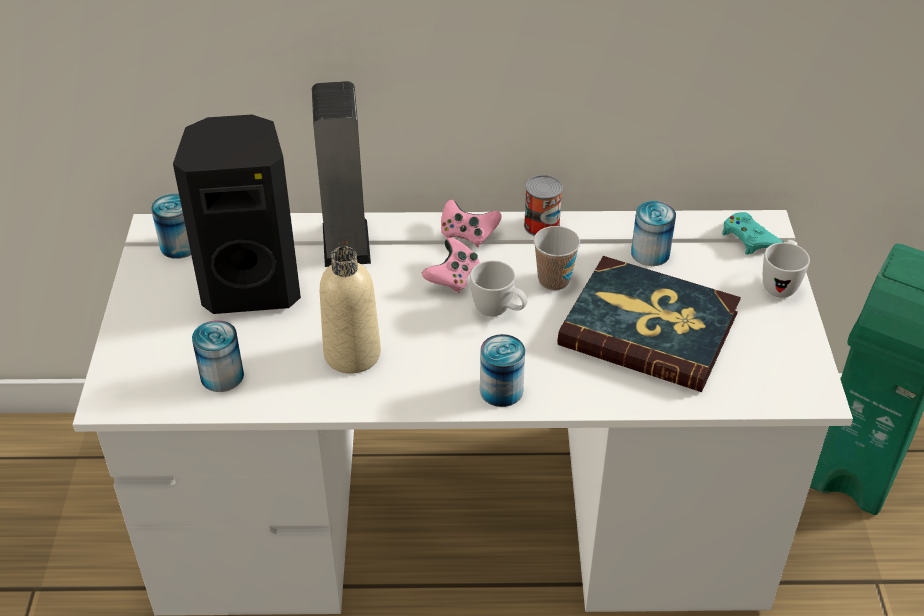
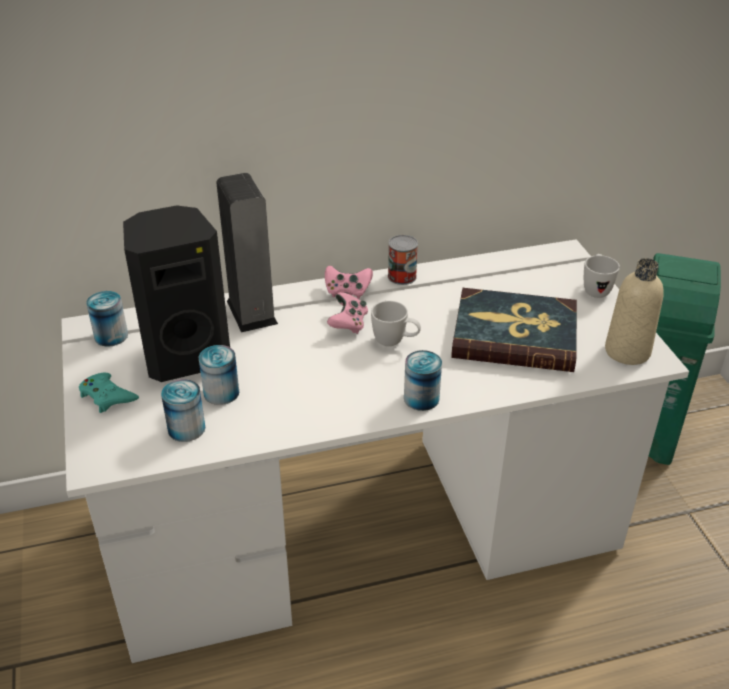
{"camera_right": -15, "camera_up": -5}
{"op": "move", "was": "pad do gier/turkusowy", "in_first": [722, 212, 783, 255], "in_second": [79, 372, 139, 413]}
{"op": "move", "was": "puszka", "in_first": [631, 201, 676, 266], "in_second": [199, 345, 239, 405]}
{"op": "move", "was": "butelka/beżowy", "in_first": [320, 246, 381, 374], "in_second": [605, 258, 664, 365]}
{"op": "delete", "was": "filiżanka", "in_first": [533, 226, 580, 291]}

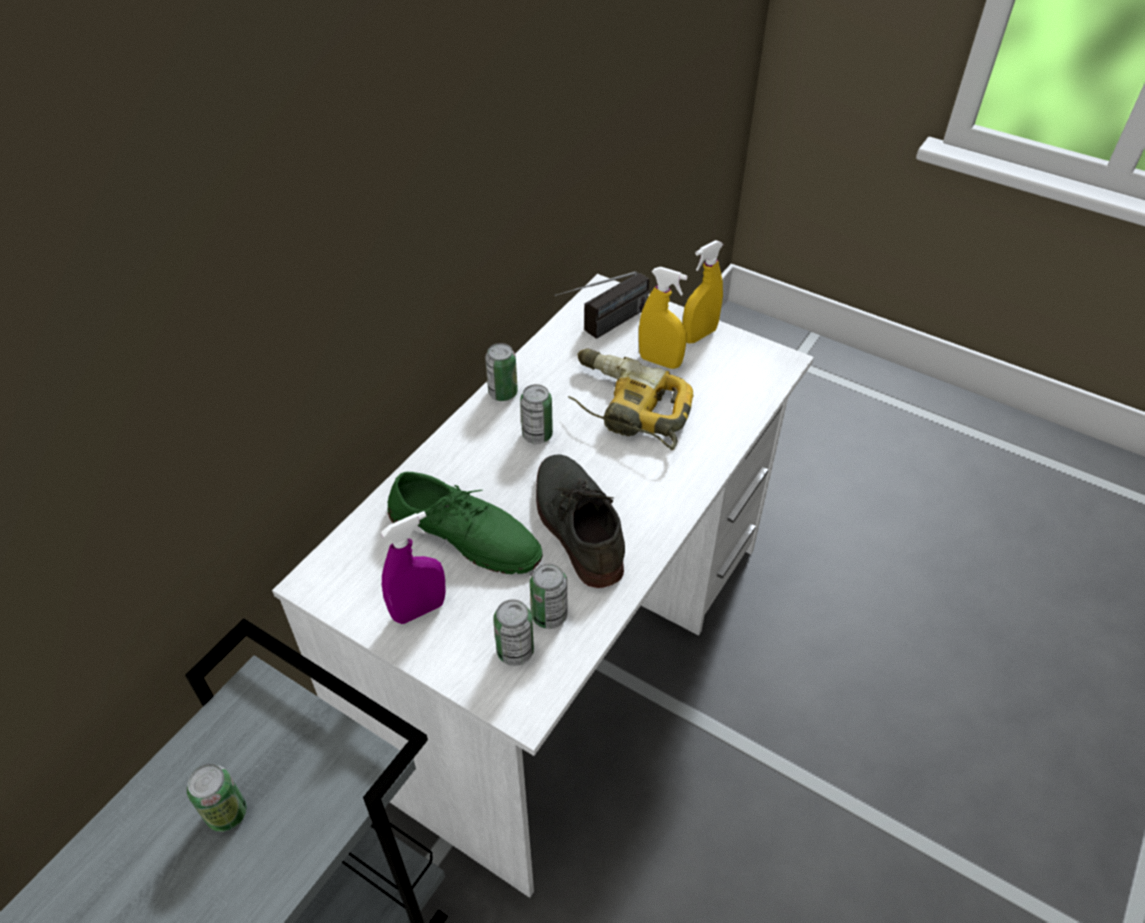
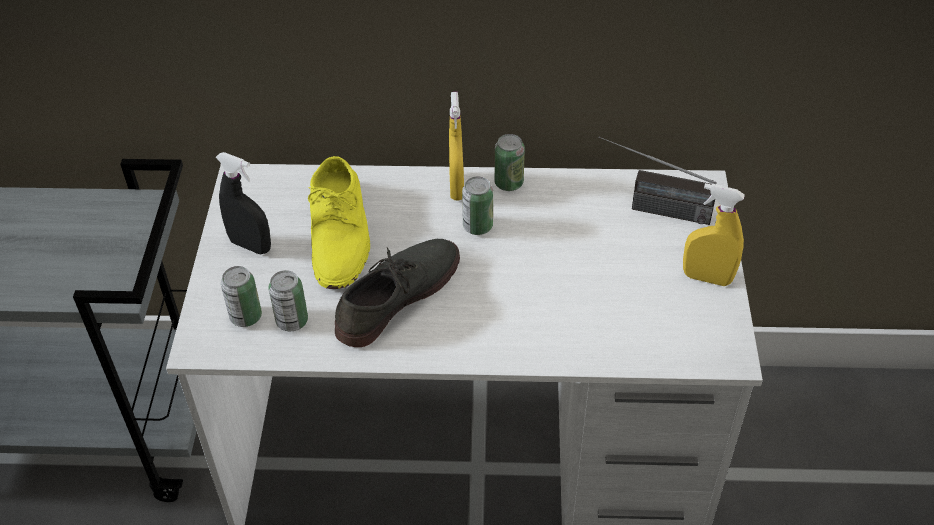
{"camera_right": 60, "camera_up": 0}
{"op": "recolor", "was": "spryskiwacz/fioletowy", "now": "spryskiwacz/czarny", "in_first": [381, 511, 446, 624], "in_second": [216, 152, 271, 254]}
{"op": "recolor", "was": "but/zielony", "now": "but/żółty", "in_first": [388, 472, 543, 574], "in_second": [308, 156, 370, 289]}
{"op": "move", "was": "spryskiwacz/żółty", "in_first": [639, 267, 687, 369], "in_second": [449, 92, 464, 201]}
{"op": "delete", "was": "puszka", "in_first": [187, 764, 247, 832]}
{"op": "delete", "was": "wiertarka", "in_first": [568, 349, 693, 450]}

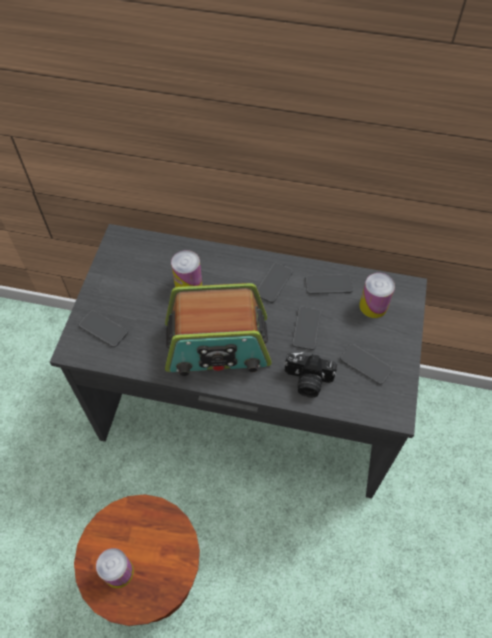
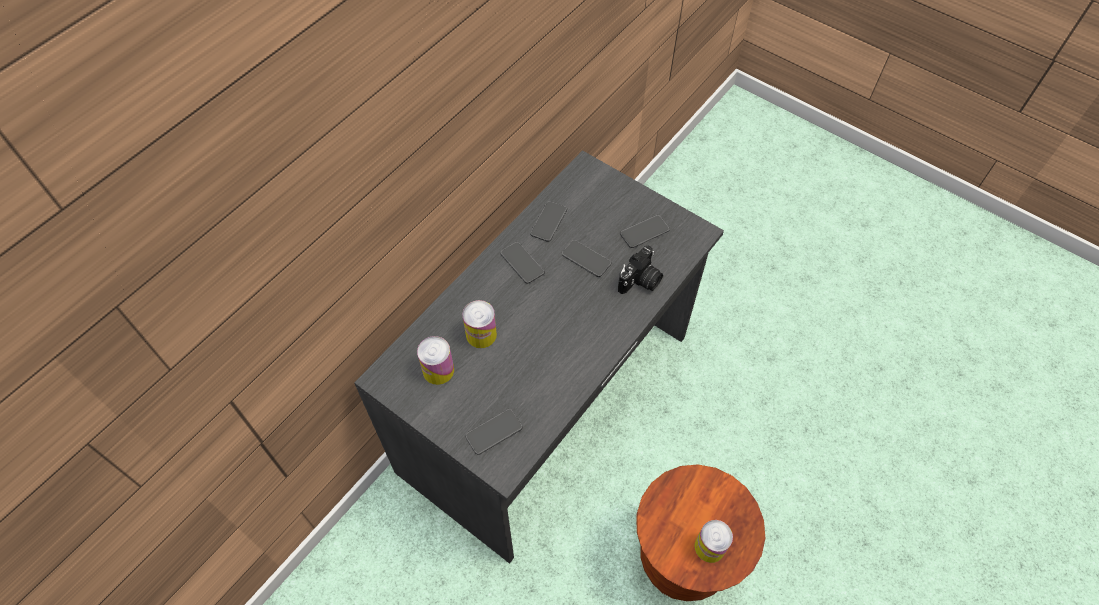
{"camera_right": -65, "camera_up": 0}
{"op": "move", "was": "puszka", "in_first": [359, 273, 395, 318], "in_second": [417, 336, 454, 385]}
{"op": "delete", "was": "radio", "in_first": [165, 283, 272, 376]}

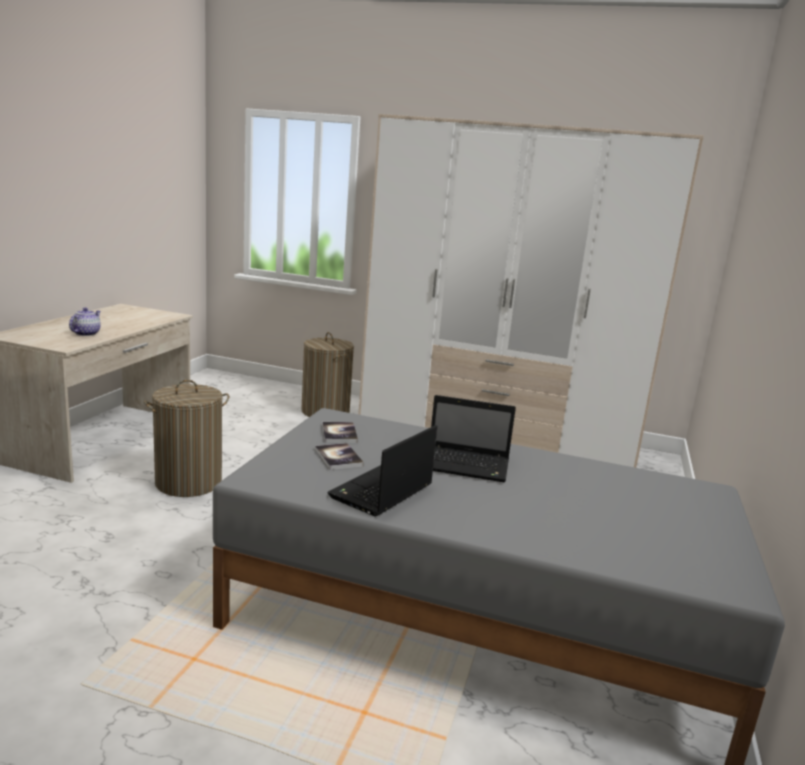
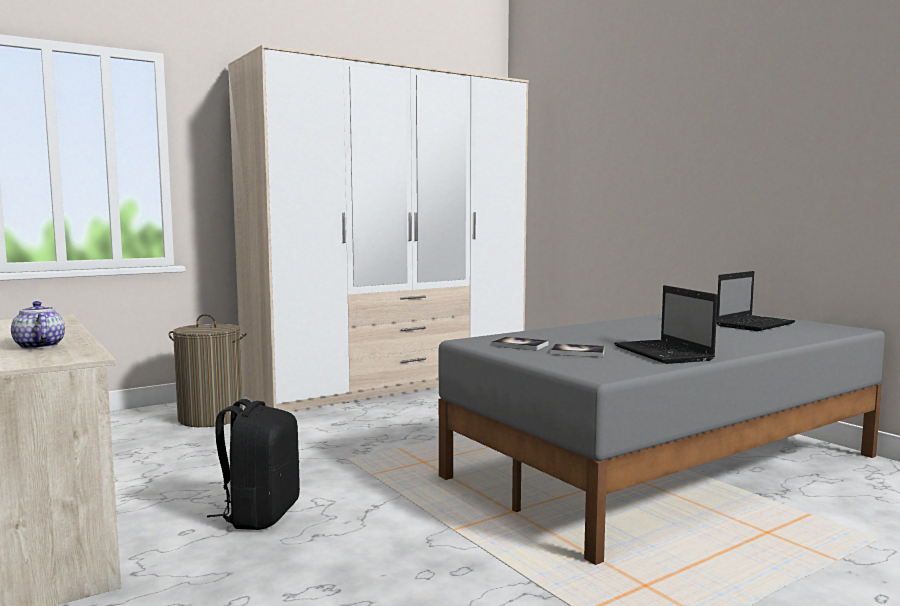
{"camera_right": -50, "camera_up": -10}
{"op": "replace", "was": "kosz na pranie", "now": "plecak/czarny", "in_first": [144, 380, 229, 497], "in_second": [207, 399, 300, 530]}
{"op": "move", "was": "laptop", "in_first": [431, 395, 516, 482], "in_second": [716, 271, 795, 331]}

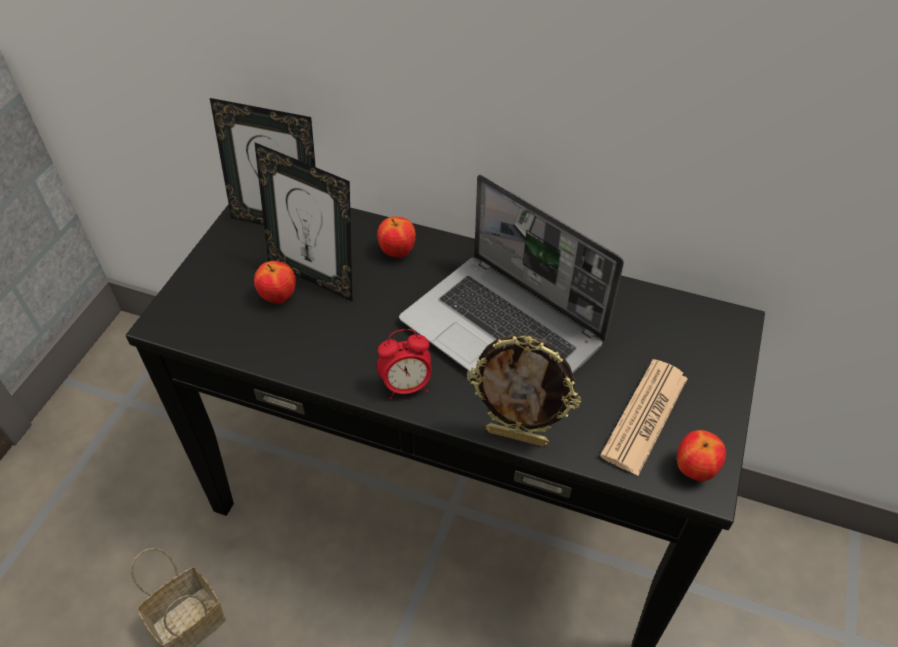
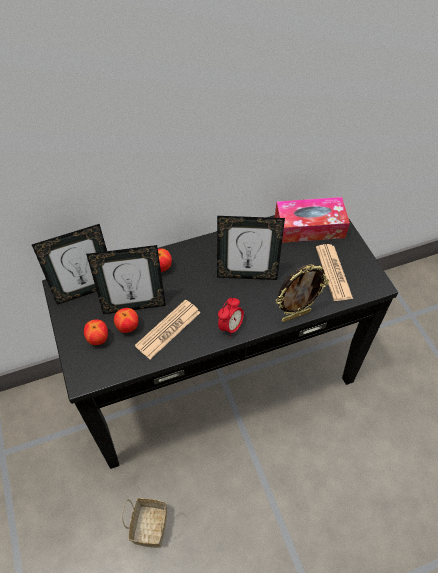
{"camera_right": -40, "camera_up": 5}
{"op": "move", "was": "jabłko", "in_first": [677, 430, 726, 481], "in_second": [84, 320, 108, 345]}
{"op": "insert", "now": "gazeta", "in_second": [135, 300, 200, 359]}
{"op": "replace", "was": "laptop", "now": "ramka na zdjęcie", "in_first": [399, 174, 624, 375], "in_second": [217, 216, 285, 280]}
{"op": "insert", "now": "pudełko chusteczek", "in_second": [275, 197, 350, 243]}

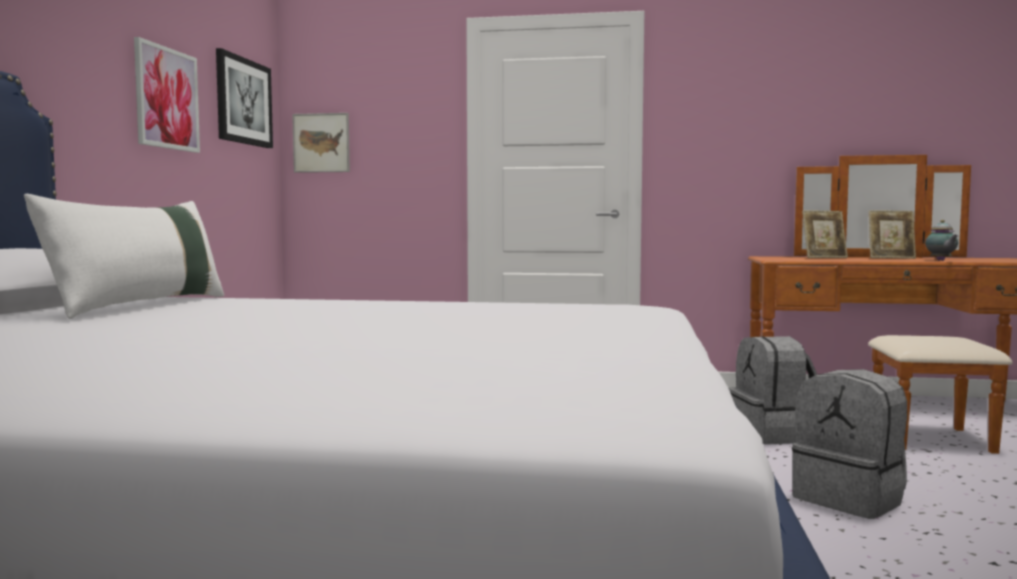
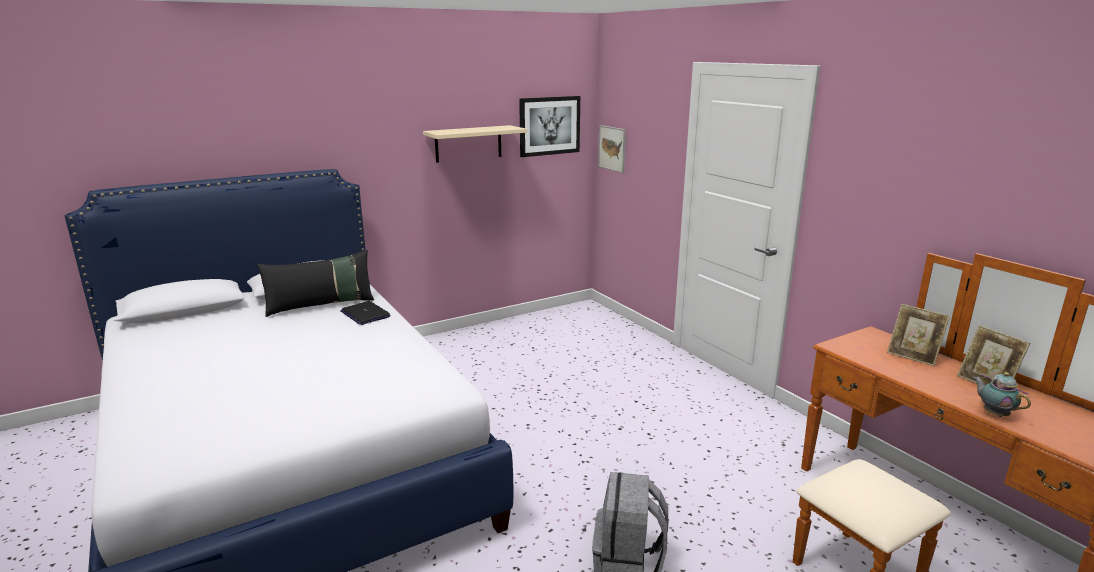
{"camera_right": 50, "camera_up": 15}
{"op": "recolor", "was": "poduszka/biały", "now": "poduszka/czarny", "in_first": [24, 194, 224, 319], "in_second": [257, 250, 374, 317]}
{"op": "insert", "now": "laptop", "in_second": [340, 301, 391, 325]}
{"op": "replace", "was": "obraz", "now": "półka/beżowy", "in_first": [134, 37, 200, 153], "in_second": [423, 125, 527, 163]}
{"op": "rotate", "was": "imbryk", "in_first": [925, 220, 958, 261], "in_second": [973, 372, 1031, 417], "clockwise": 105}
{"op": "delete", "was": "plecak/szary", "in_first": [729, 336, 817, 445]}

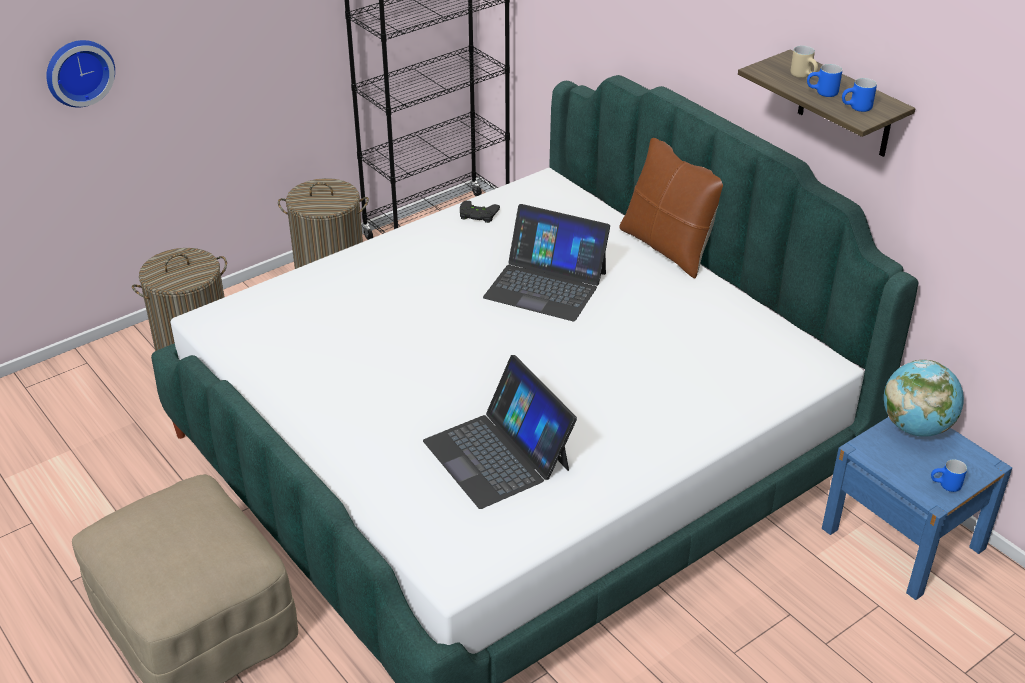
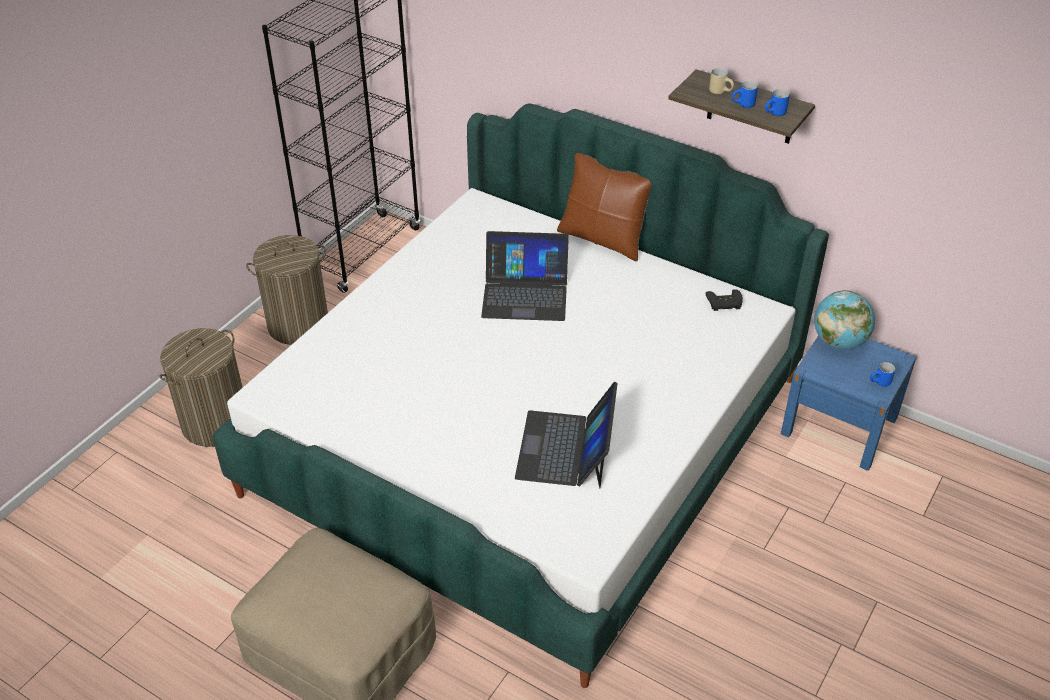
{"camera_right": -20, "camera_up": 5}
{"op": "rotate", "was": "laptop", "in_first": [423, 355, 577, 509], "in_second": [515, 382, 618, 489], "clockwise": 60}
{"op": "move", "was": "pad do gier/czarny", "in_first": [460, 201, 500, 223], "in_second": [706, 289, 743, 311]}
{"op": "delete", "was": "zegar ścienny", "in_first": [46, 40, 115, 108]}

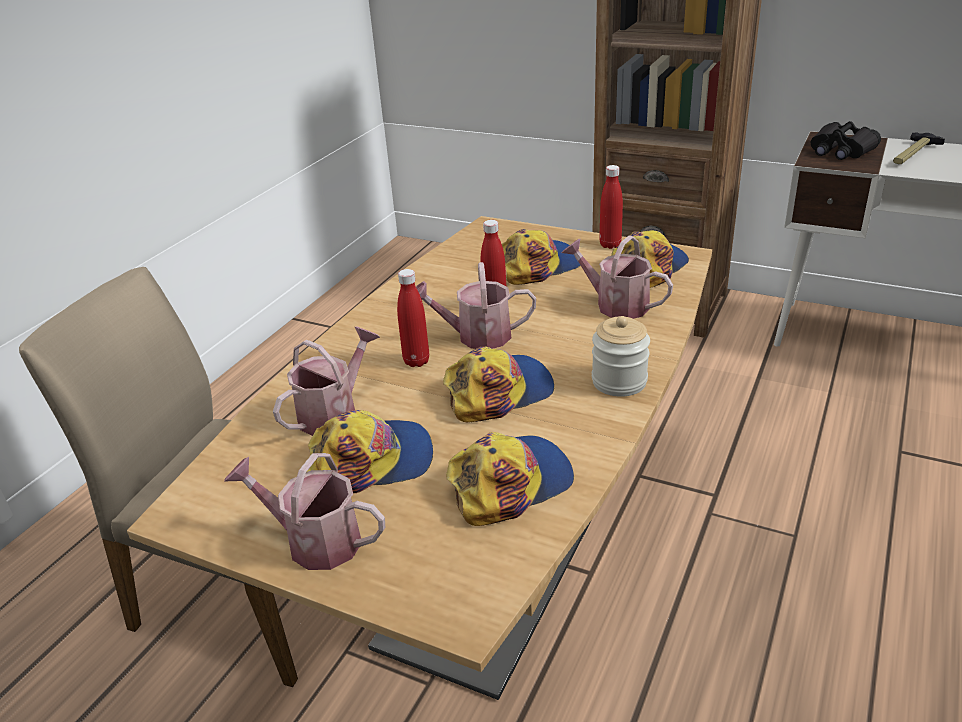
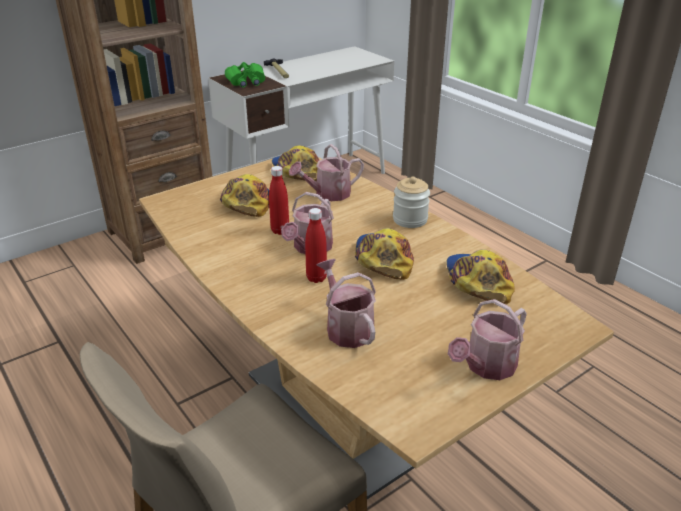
{"camera_right": -65, "camera_up": 0}
{"op": "recolor", "was": "lornetka/czarny", "now": "lornetka/zielony", "in_first": [811, 121, 881, 160], "in_second": [225, 62, 265, 88]}
{"op": "delete", "was": "czapka z daszkiem", "in_first": [307, 410, 433, 493]}
{"op": "delete", "was": "butelka/czerwony", "in_first": [599, 165, 623, 249]}

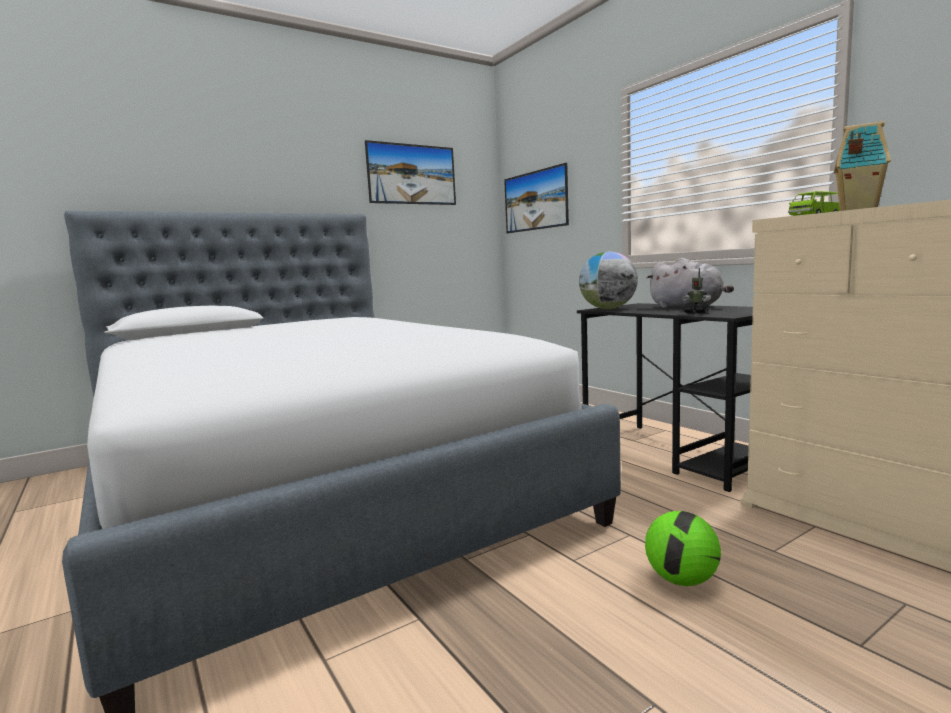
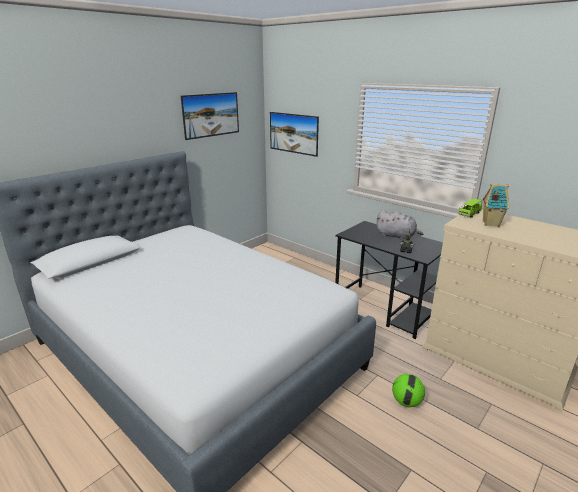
{"camera_right": -15, "camera_up": 15}
{"op": "delete", "was": "globus", "in_first": [579, 252, 638, 309]}

